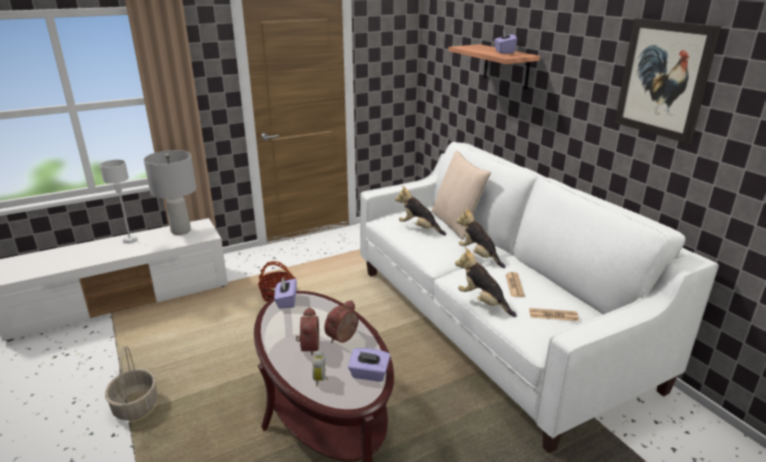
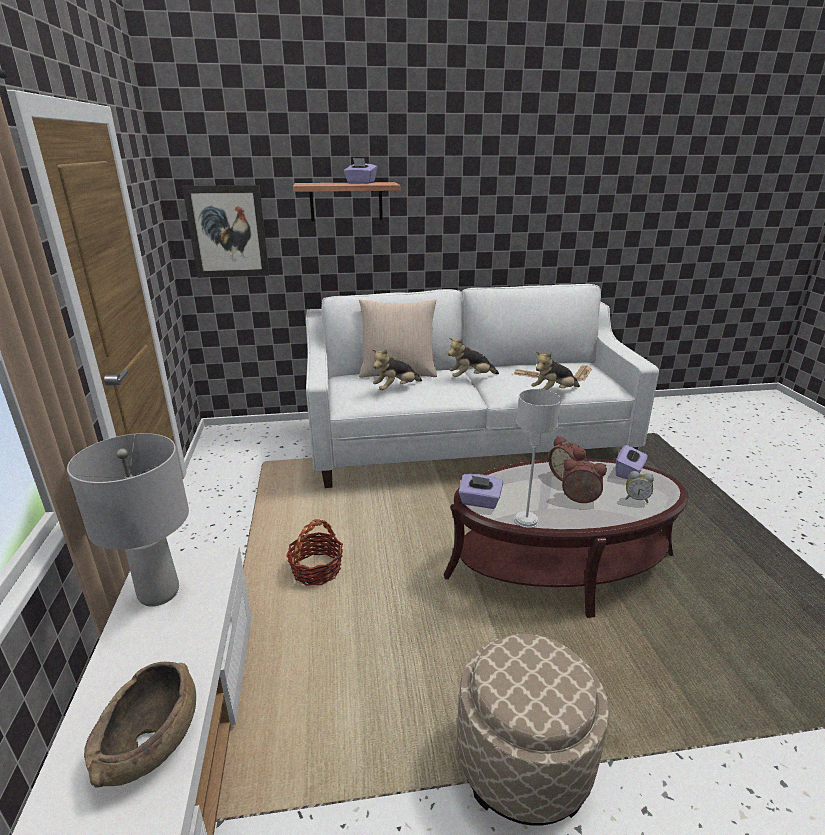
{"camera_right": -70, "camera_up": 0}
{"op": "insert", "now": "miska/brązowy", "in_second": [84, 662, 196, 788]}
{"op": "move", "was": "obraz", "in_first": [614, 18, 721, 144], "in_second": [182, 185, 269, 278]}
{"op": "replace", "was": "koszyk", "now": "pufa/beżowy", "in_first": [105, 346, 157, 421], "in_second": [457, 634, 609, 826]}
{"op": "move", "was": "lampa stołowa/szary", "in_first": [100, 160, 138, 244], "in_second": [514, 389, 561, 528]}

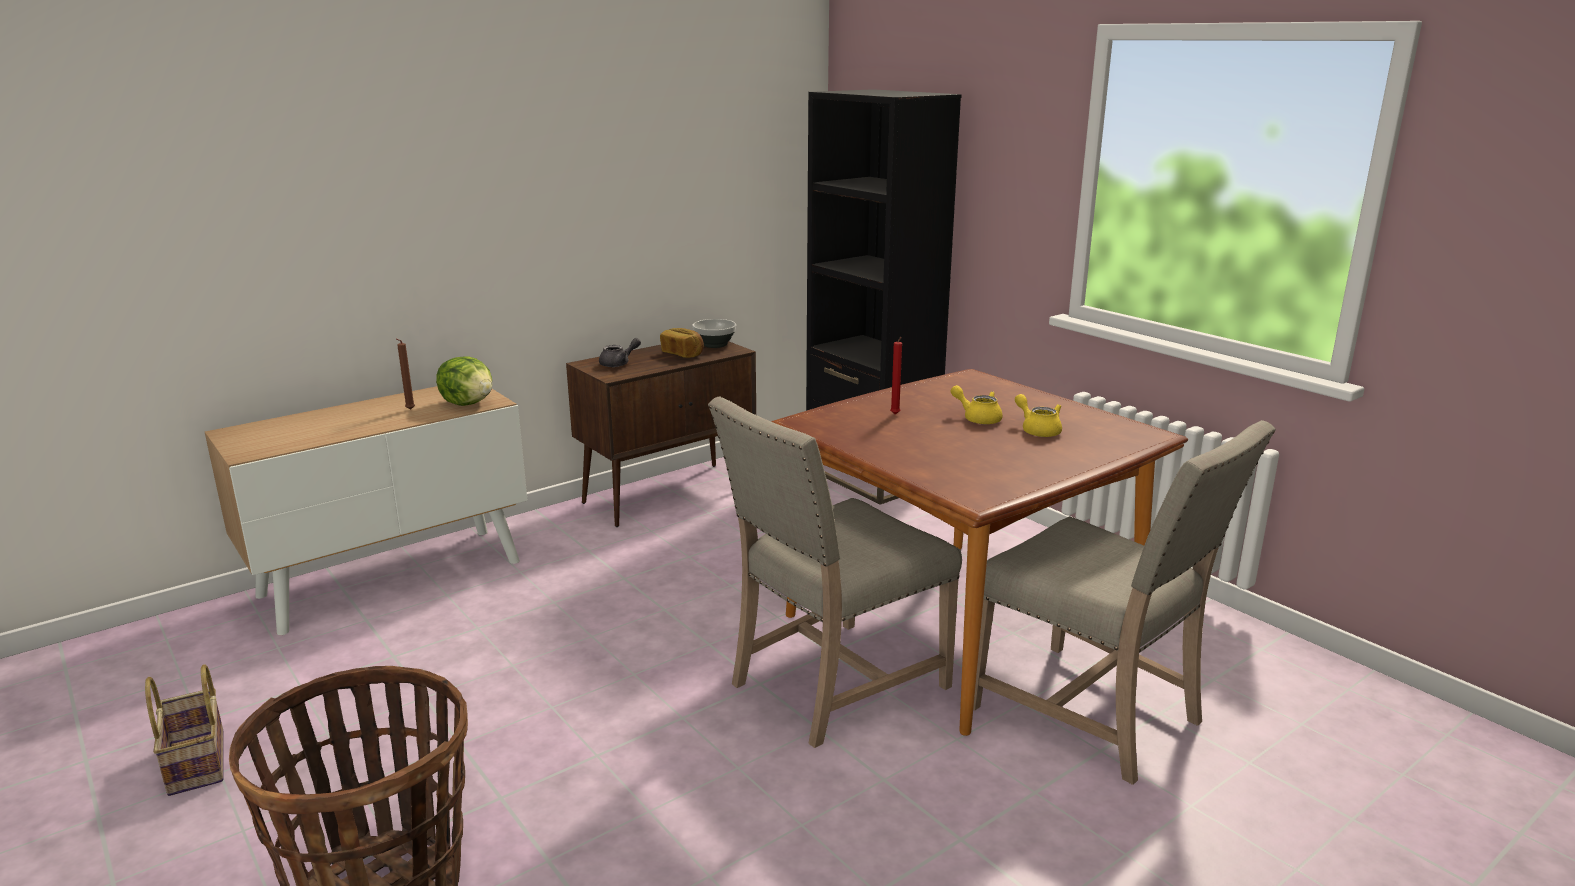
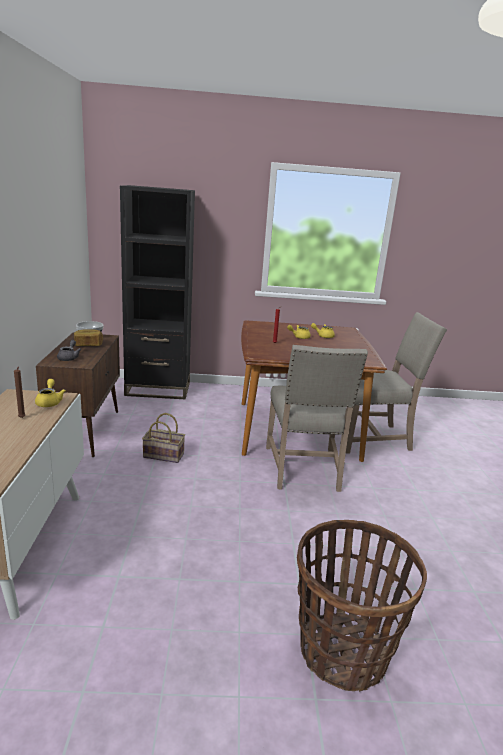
{"camera_right": -55, "camera_up": 0}
{"op": "replace", "was": "sałata", "now": "imbryk/żółty", "in_first": [436, 356, 492, 406], "in_second": [35, 379, 66, 407]}
{"op": "move", "was": "koszyk", "in_first": [145, 664, 224, 796], "in_second": [142, 413, 185, 463]}

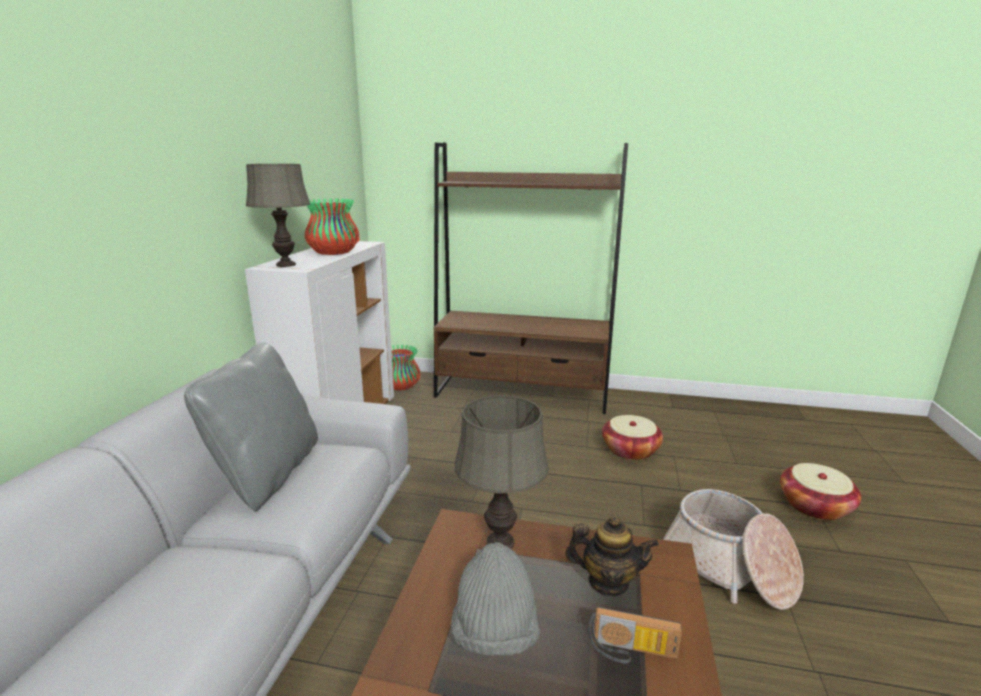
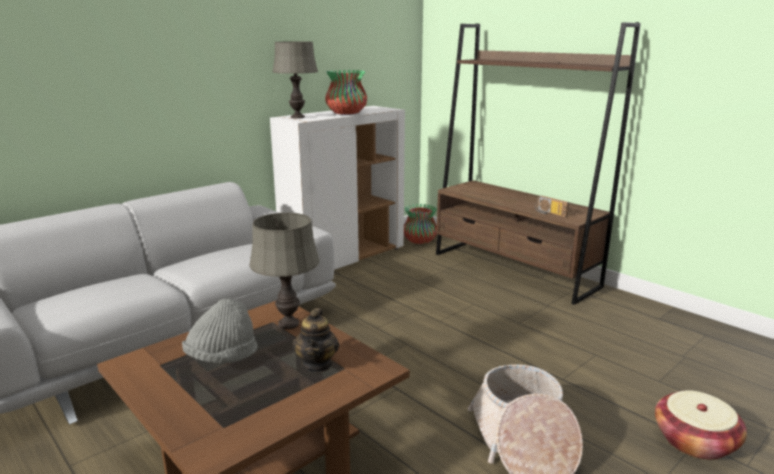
{"camera_right": 35, "camera_up": 0}
{"op": "rotate", "was": "imbryk", "in_first": [565, 515, 659, 596], "in_second": [292, 308, 339, 373], "clockwise": 45}
{"op": "move", "was": "radio", "in_first": [588, 607, 682, 663], "in_second": [535, 195, 569, 217]}
{"op": "delete", "was": "poduszka/szary", "in_first": [184, 342, 318, 511]}
{"op": "delete", "was": "koszyk", "in_first": [602, 415, 663, 460]}

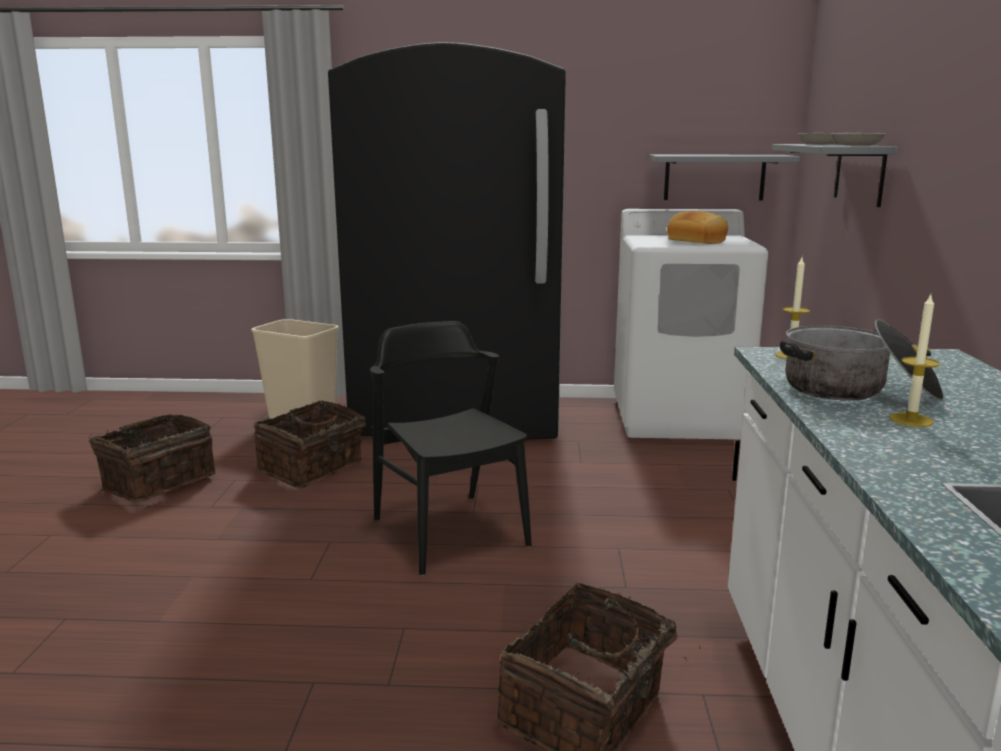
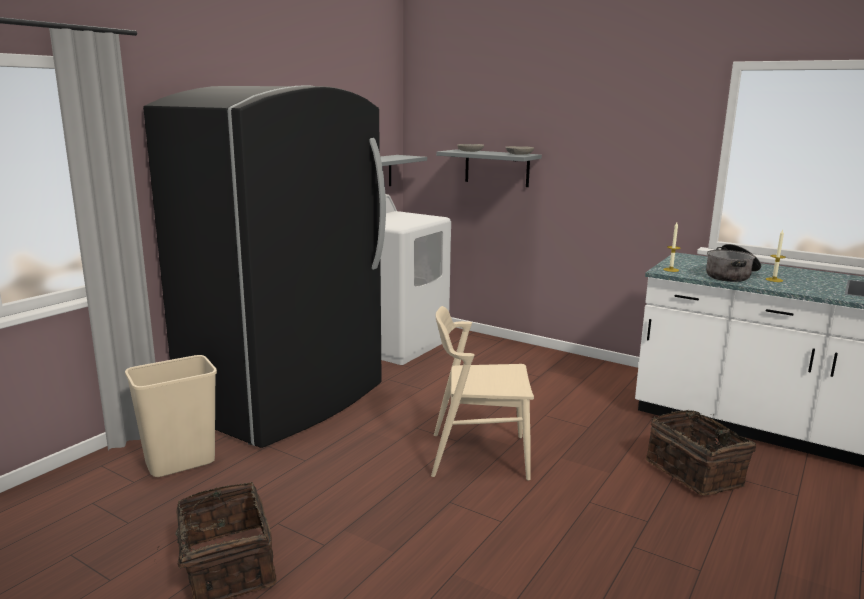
{"camera_right": -60, "camera_up": 0}
{"op": "recolor", "was": "krzesło/czarny", "now": "krzesło/beżowy", "in_first": [370, 321, 532, 576], "in_second": [431, 306, 534, 481]}
{"op": "delete", "was": "koszyk", "in_first": [254, 400, 373, 488]}
{"op": "delete", "was": "chleb", "in_first": [667, 211, 728, 244]}

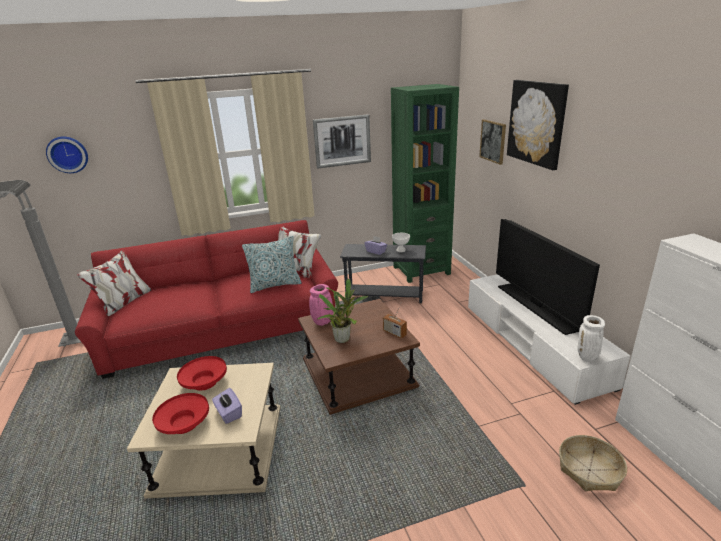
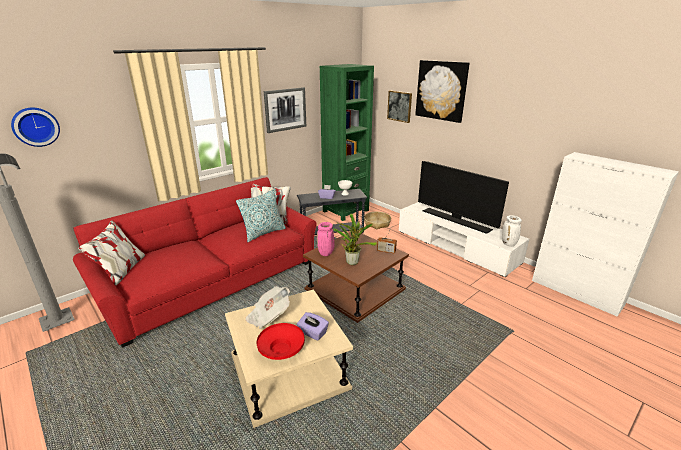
{"camera_right": -25, "camera_up": 0}
{"op": "replace", "was": "miska/czerwony", "now": "gazeta", "in_first": [177, 356, 227, 391], "in_second": [246, 286, 290, 329]}
{"op": "move", "was": "koszyk", "in_first": [559, 435, 627, 491], "in_second": [364, 212, 391, 229]}

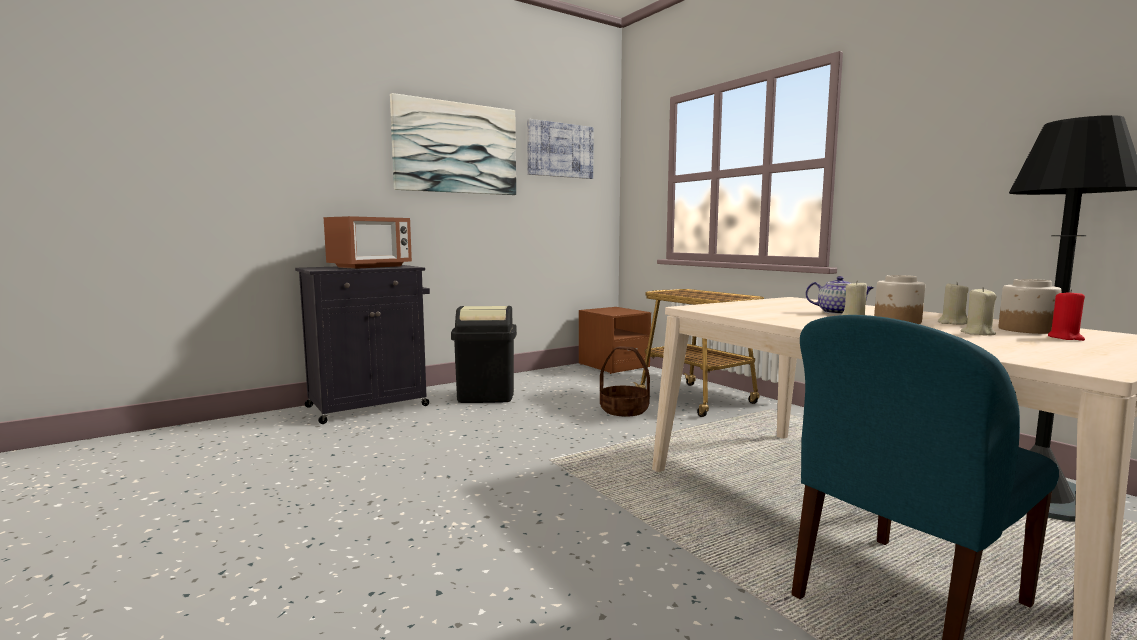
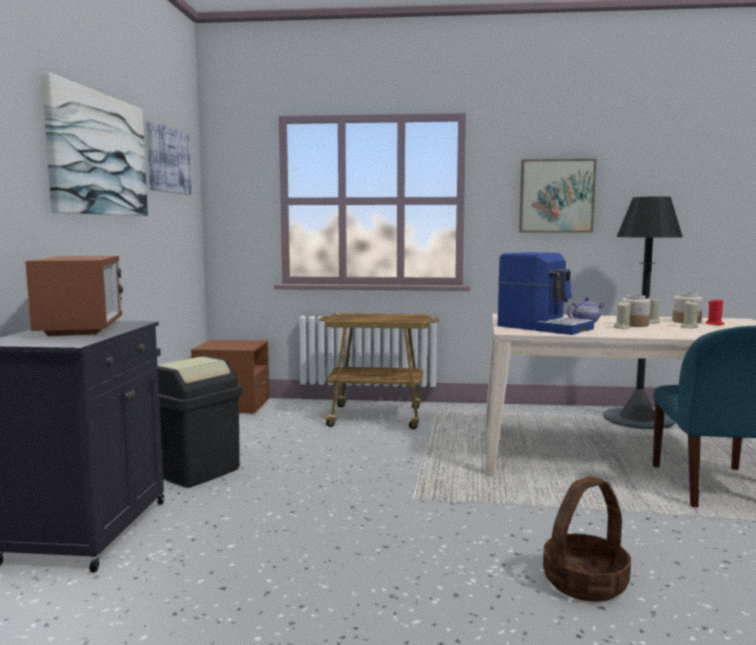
{"camera_right": -50, "camera_up": 0}
{"op": "insert", "now": "ekspres do kawy", "in_second": [498, 252, 594, 335]}
{"op": "insert", "now": "obraz", "in_second": [519, 159, 596, 232]}
{"op": "move", "was": "koszyk", "in_first": [600, 346, 650, 417], "in_second": [543, 476, 631, 602]}

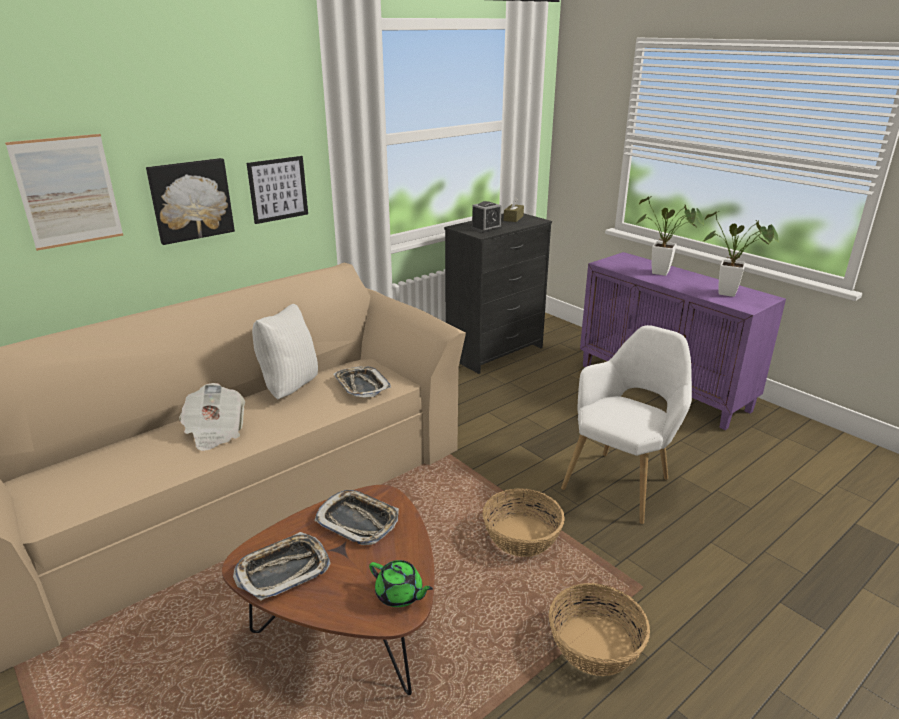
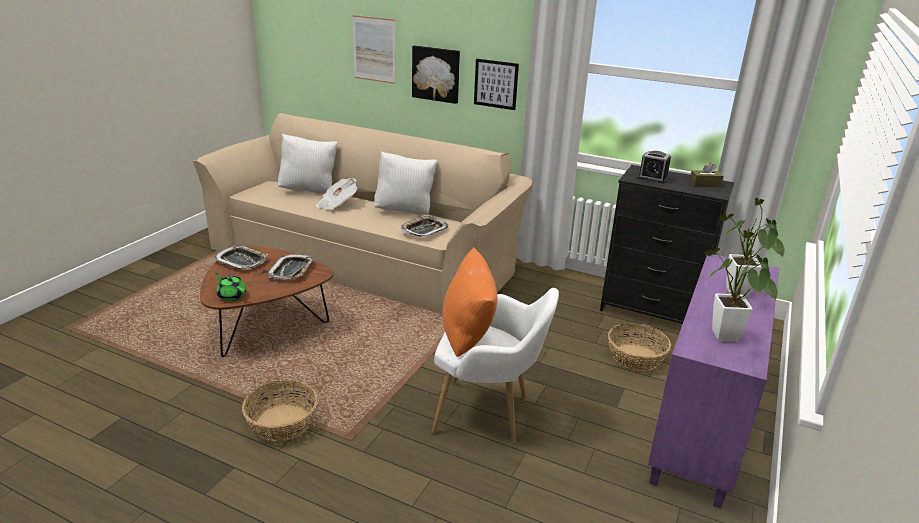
{"camera_right": 65, "camera_up": 0}
{"op": "rotate", "was": "imbryk/zielony", "in_first": [369, 560, 433, 607], "in_second": [216, 273, 246, 301], "clockwise": 120}
{"op": "insert", "now": "poduszka/biały", "in_second": [278, 134, 338, 193]}
{"op": "insert", "now": "poduszka/pomarańczowy", "in_second": [442, 247, 497, 357]}
{"op": "move", "was": "koszyk", "in_first": [482, 489, 565, 557], "in_second": [608, 323, 671, 371]}

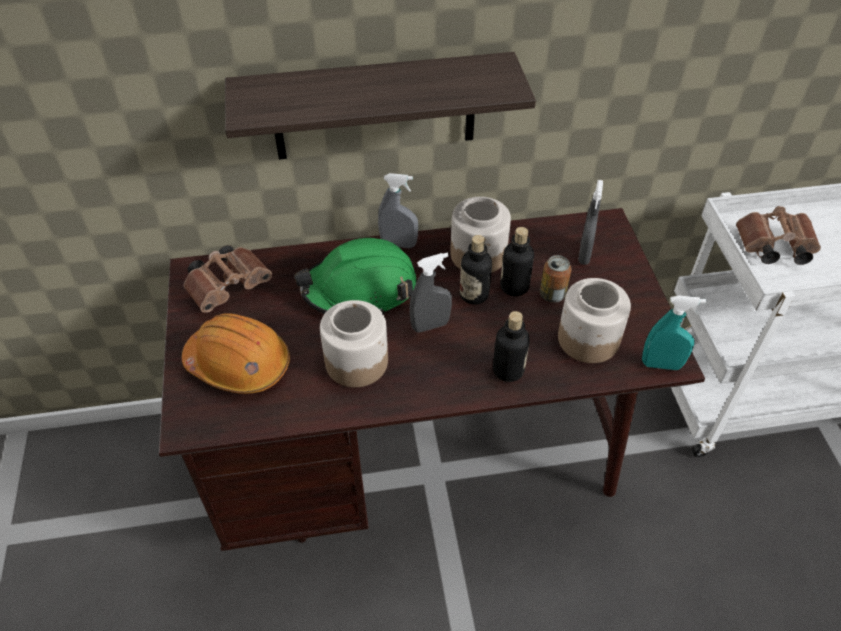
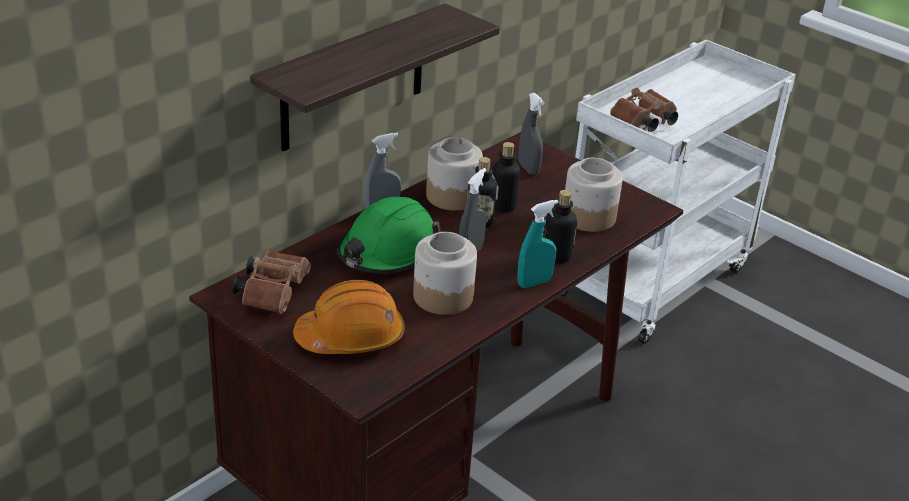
{"camera_right": -40, "camera_up": -15}
{"op": "move", "was": "spryskiwacz/turkusowy", "in_first": [642, 296, 706, 370], "in_second": [517, 200, 558, 288]}
{"op": "delete", "was": "puszka", "in_first": [540, 255, 571, 303]}

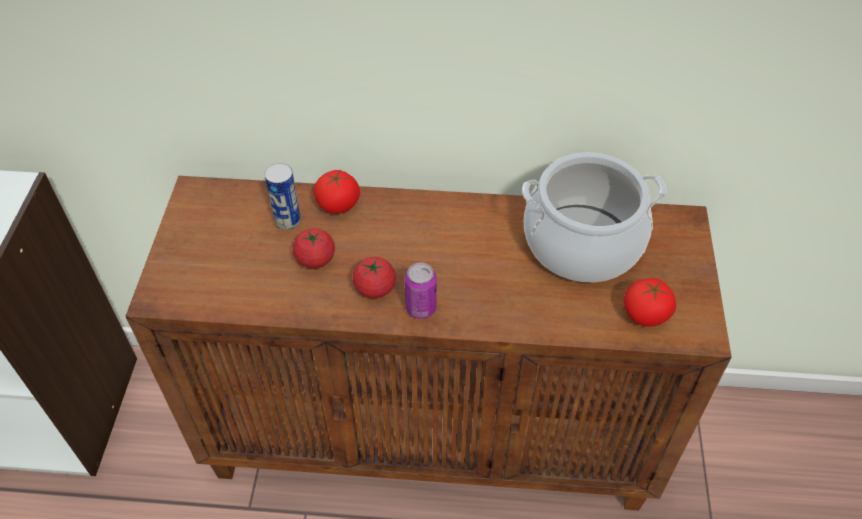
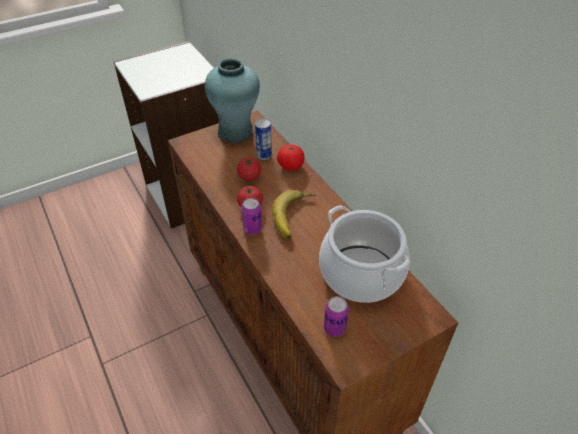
{"camera_right": 55, "camera_up": -5}
{"op": "insert", "now": "wazon/turkusowy", "in_second": [205, 58, 260, 143]}
{"op": "insert", "now": "banan", "in_second": [272, 190, 315, 238]}
{"op": "replace", "was": "pomidor", "now": "puszka", "in_first": [624, 278, 676, 327], "in_second": [324, 296, 349, 337]}

